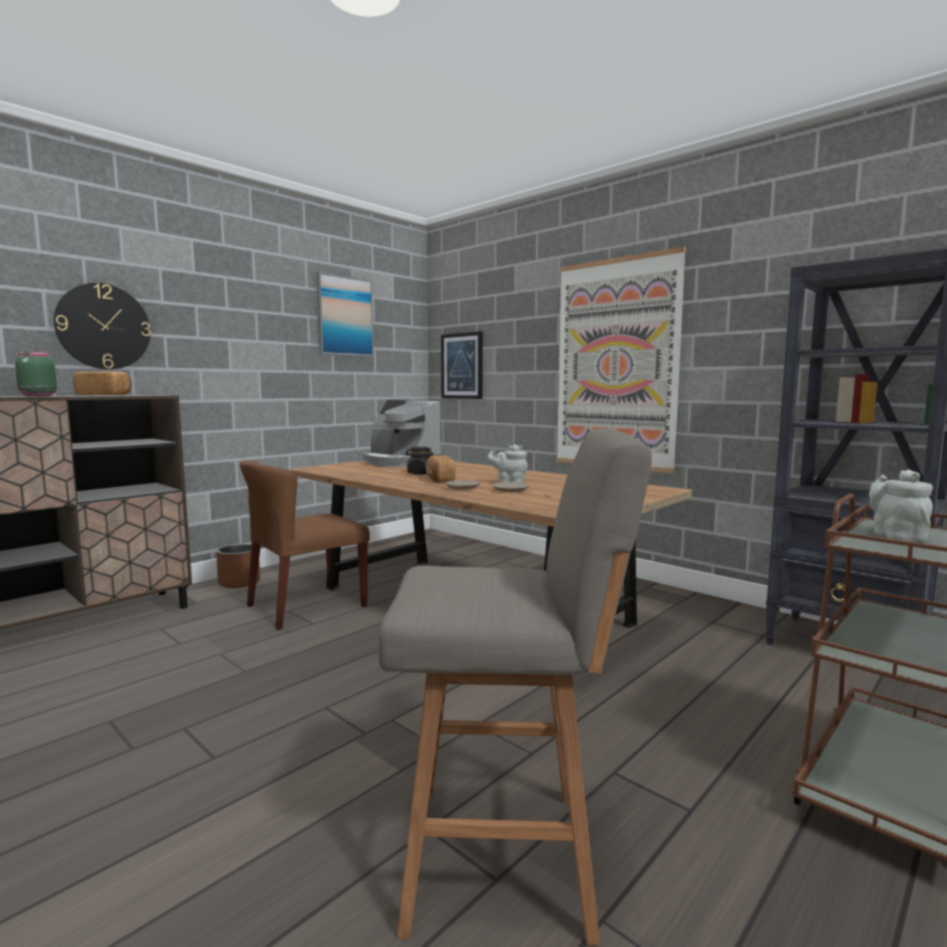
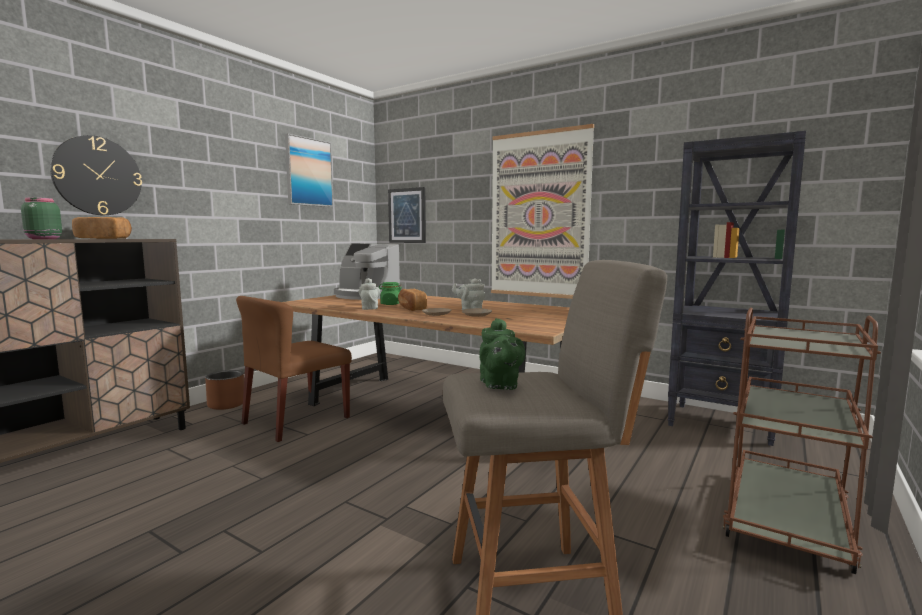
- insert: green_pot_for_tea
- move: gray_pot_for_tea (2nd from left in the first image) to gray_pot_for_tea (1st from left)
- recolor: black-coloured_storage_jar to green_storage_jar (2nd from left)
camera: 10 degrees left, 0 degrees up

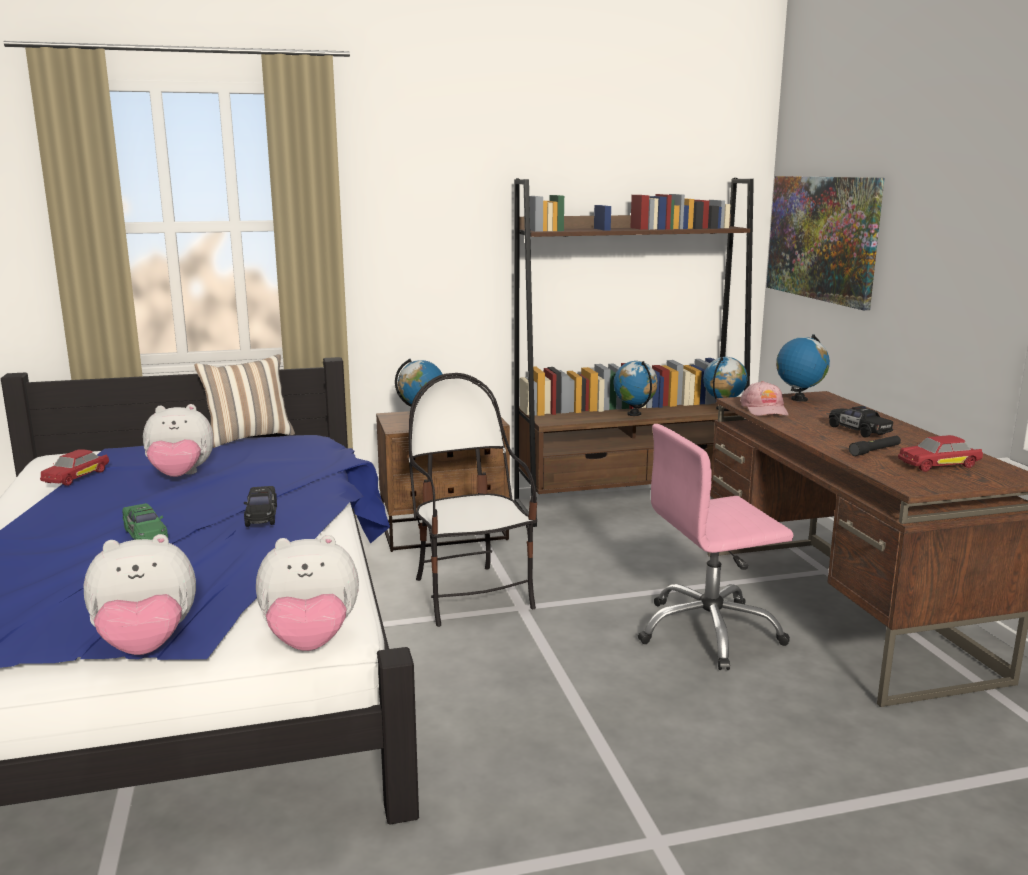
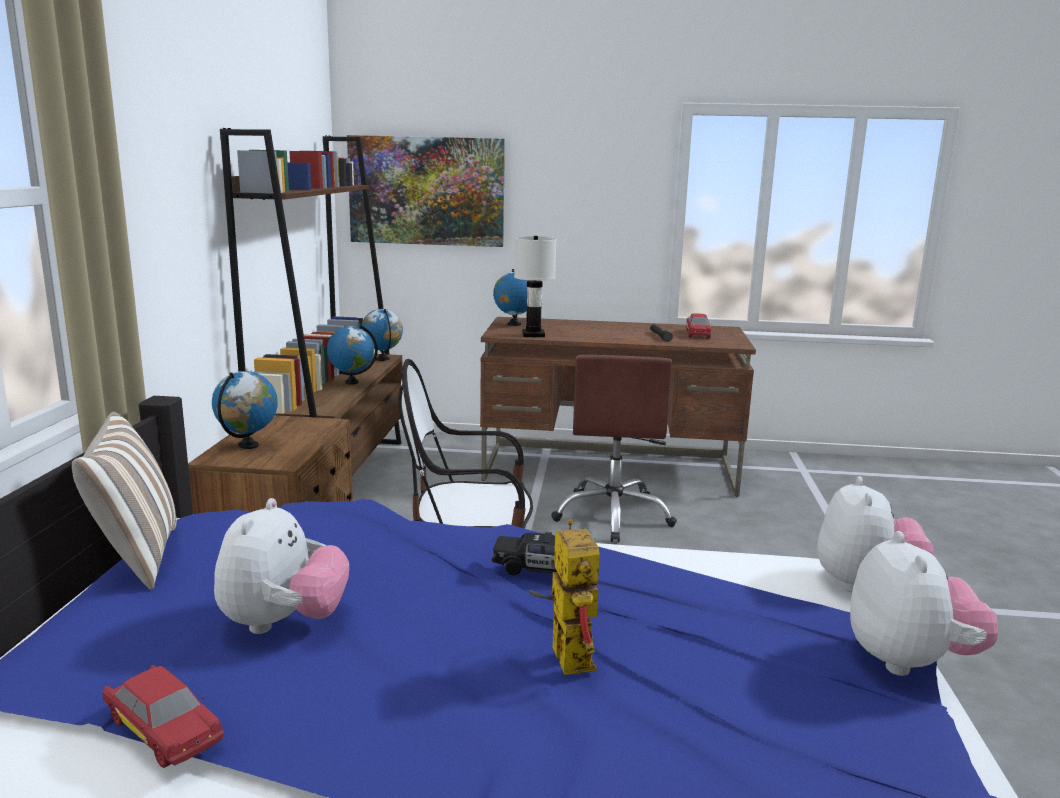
- delete: black-coloured_toy_car (2nd from left)
- replace: green_toy_car to toy_robot
- replace: pink-coloured_cap to white-coloured_lamp_for_a_table
- recolor: pink-coloured_desk_chair to brown_desk_chair
camera: 70 degrees left, 0 degrees up

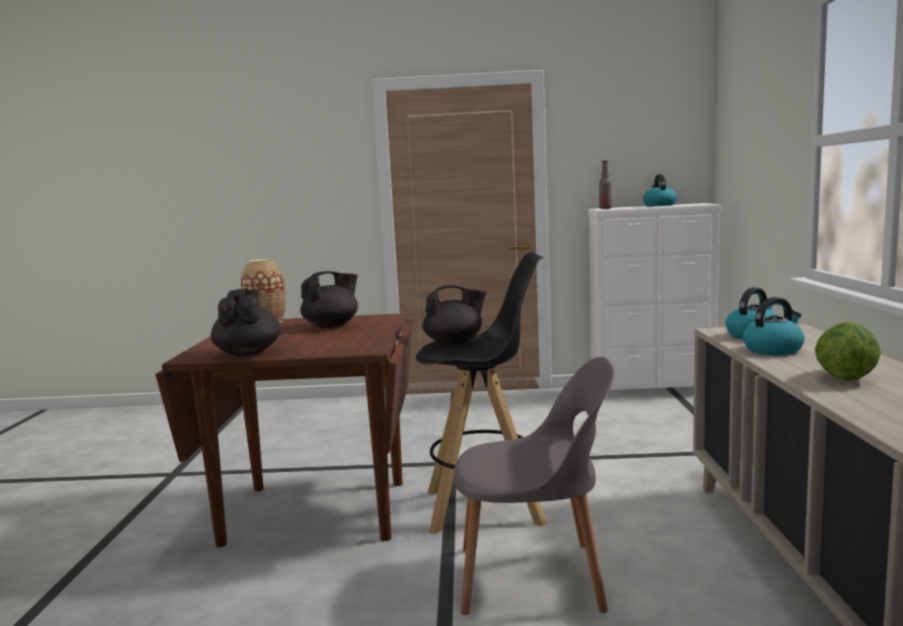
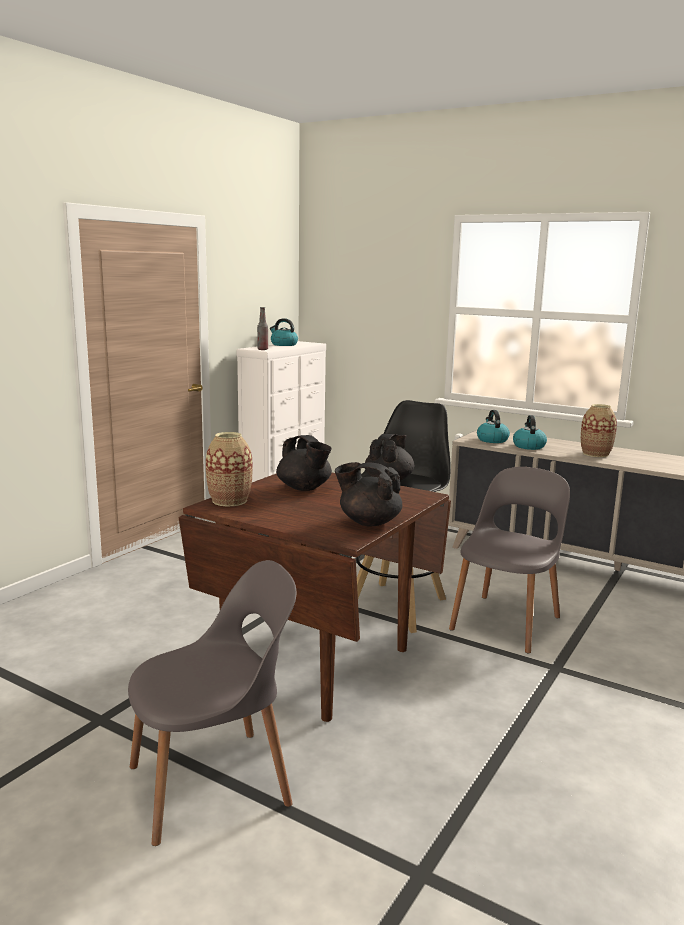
- insert: gray_chair (1st from left)
- replace: head_of_lettuce to decorative_vase (2nd from left)
- rotate: black-coloured_pot_for_tea (2nd from left in the first image) 150 degrees clockwise
camera: 60 degrees left, 5 degrees up

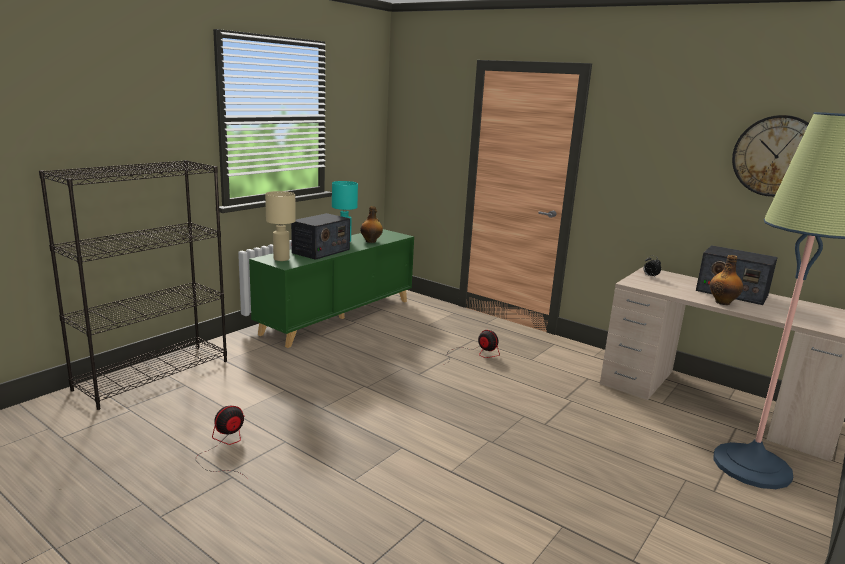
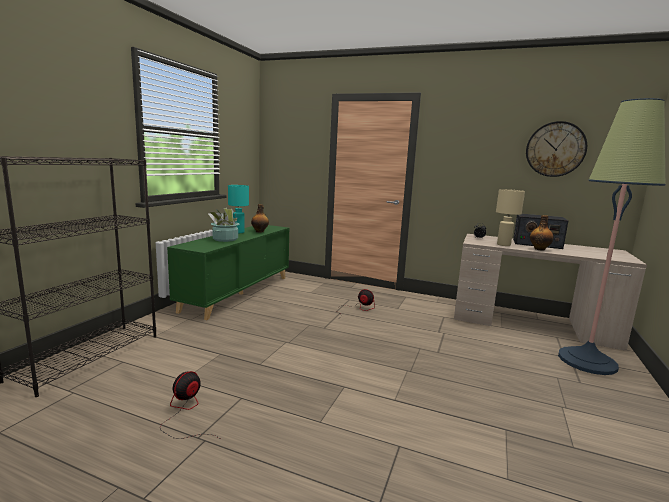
- move: beige_lamp_for_a_table
- replace: radio_receiver (1st from left) to plant_in_a_pot
camera: 15 degrees left, 5 degrees down

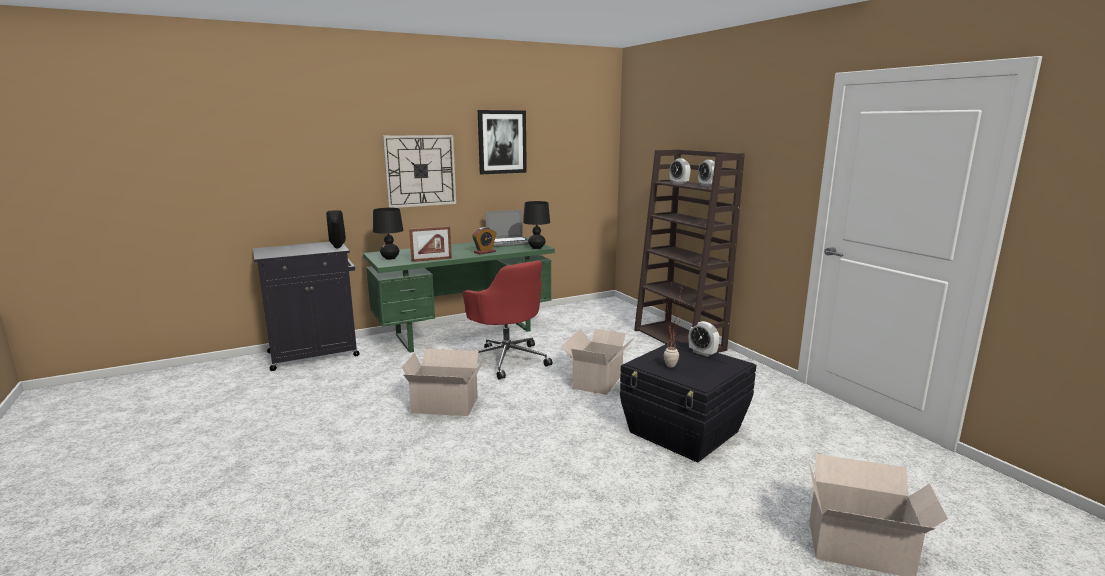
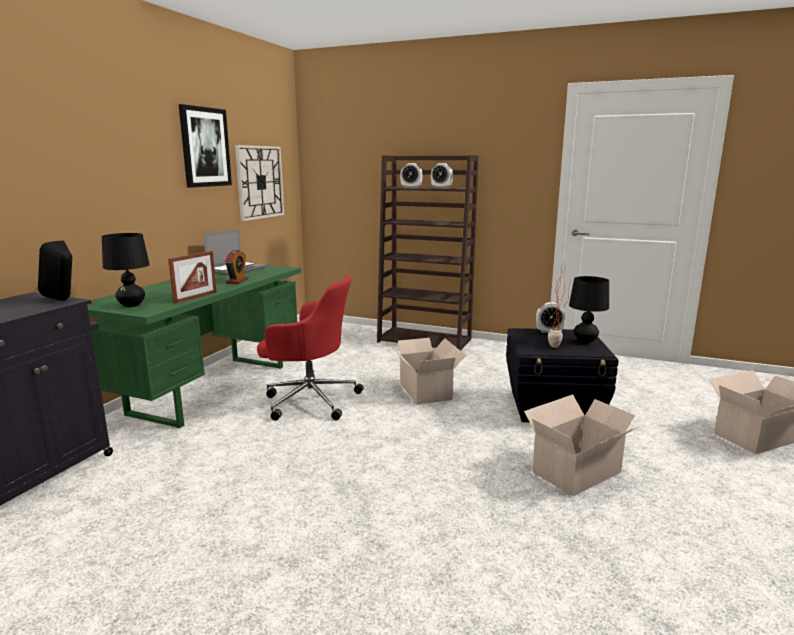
- move: hanging_clock
- move: packing_box (1st from left in the first image) to packing_box (2nd from left)
- move: black-coloured_lamp_for_a_table (2nd from left)
camera: 40 degrees left, 0 degrees up

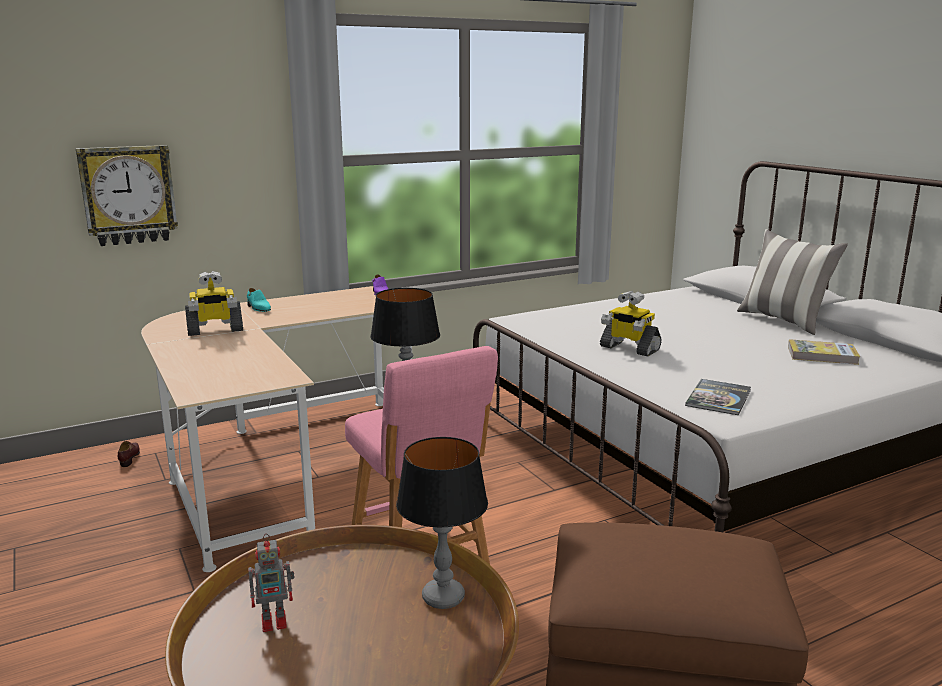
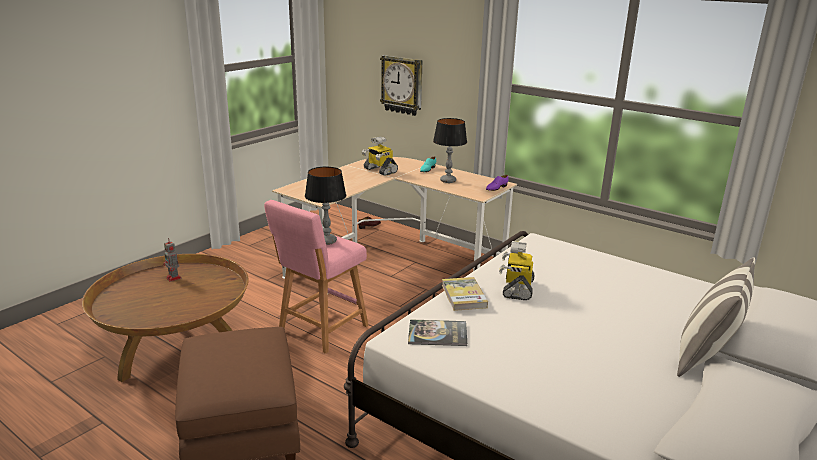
- move: lamp_for_a_table (2nd from left)
- move: bound_book (2nd from left)
camera: 65 degrees right, 5 degrees up

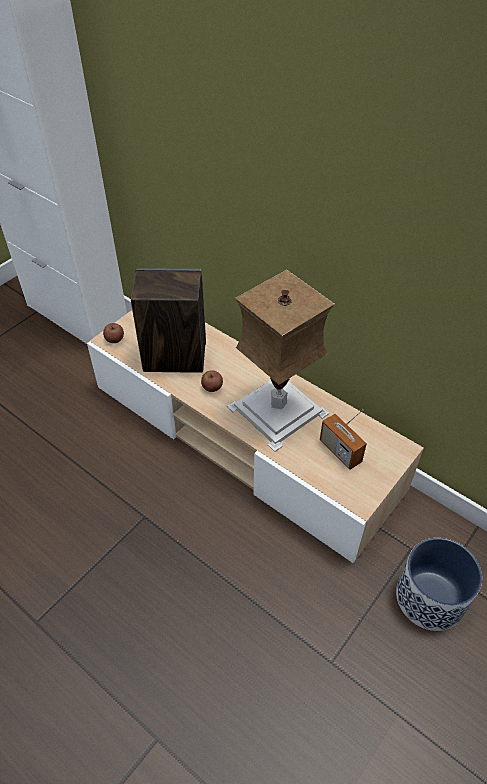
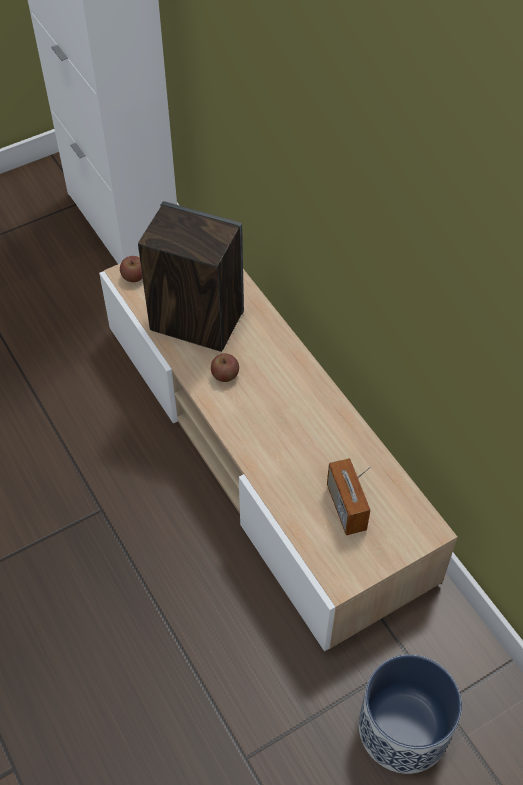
- delete: lamp_for_a_table
camera: 20 degrees right, 5 degrees up

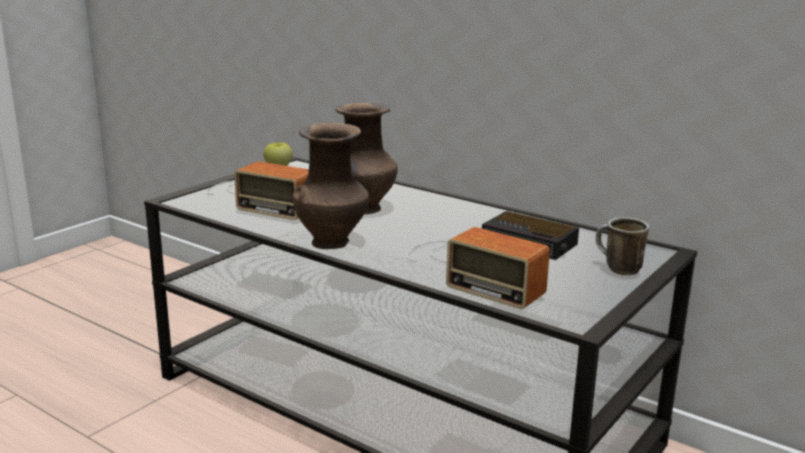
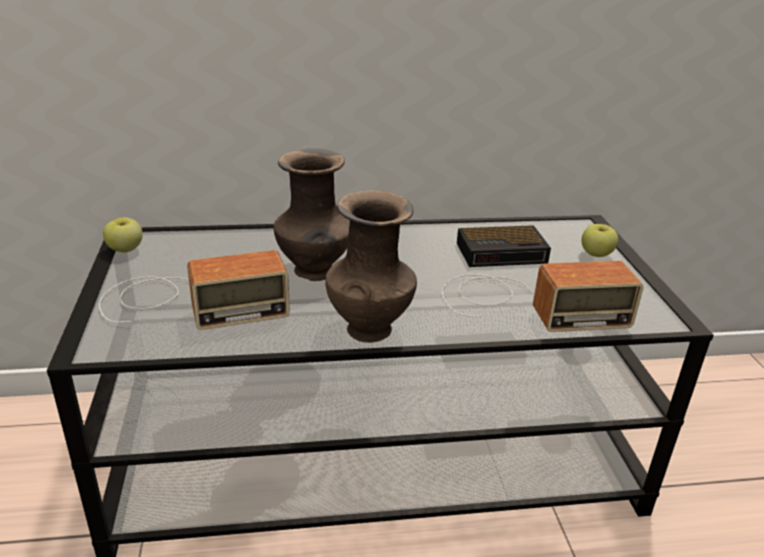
- replace: mug to apple_fruit (2nd from left)
camera: 45 degrees left, 10 degrees up

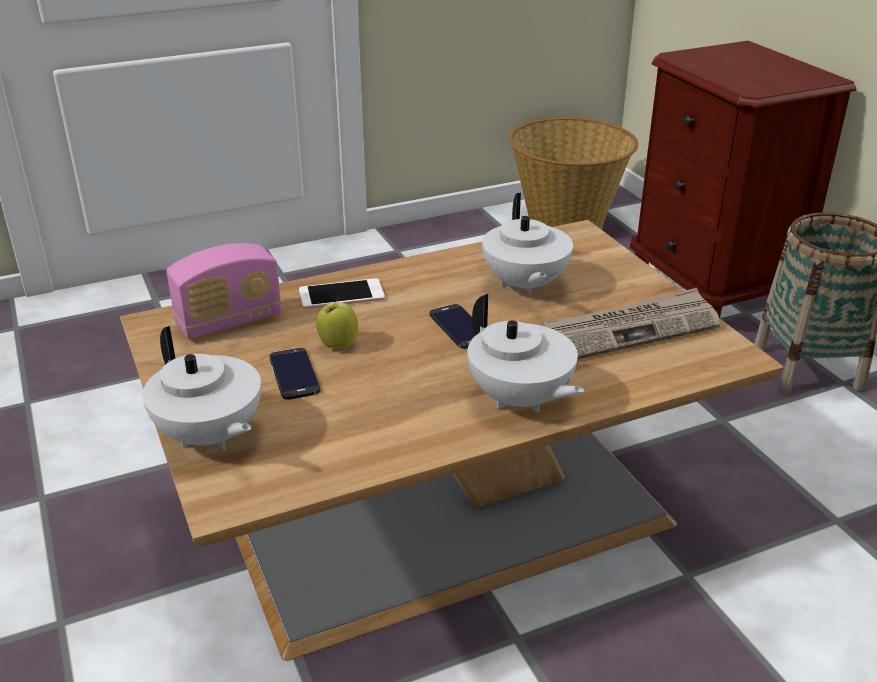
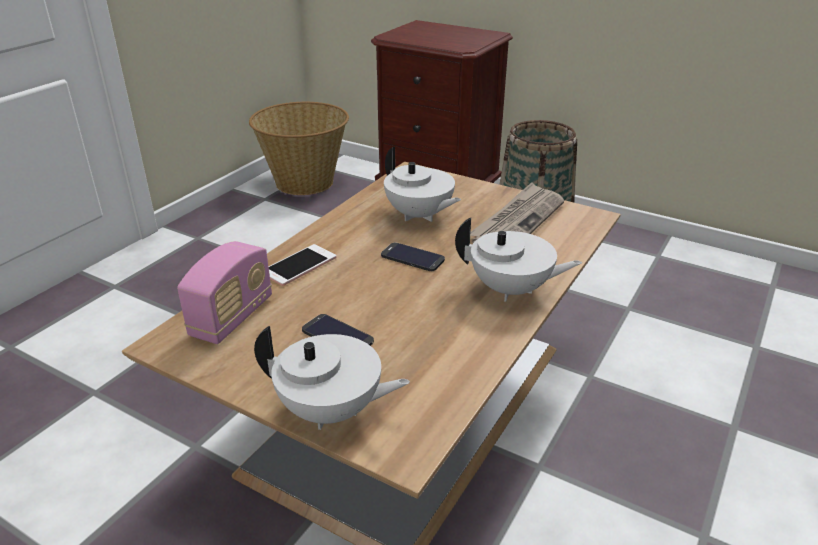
- delete: apple_fruit
camera: 35 degrees left, 0 degrees up

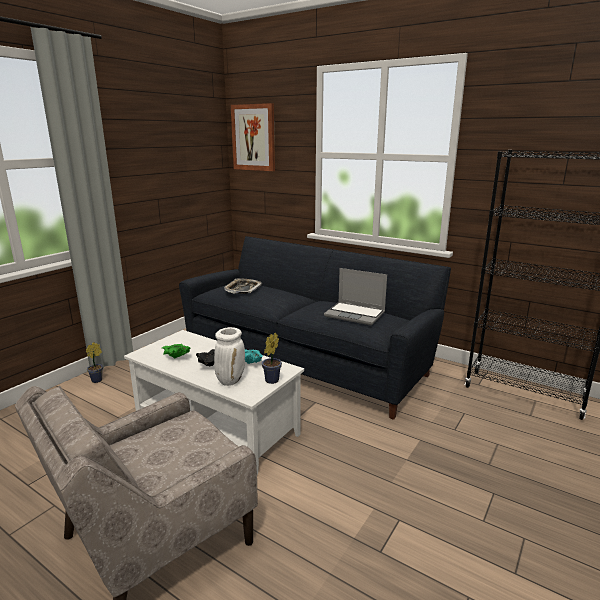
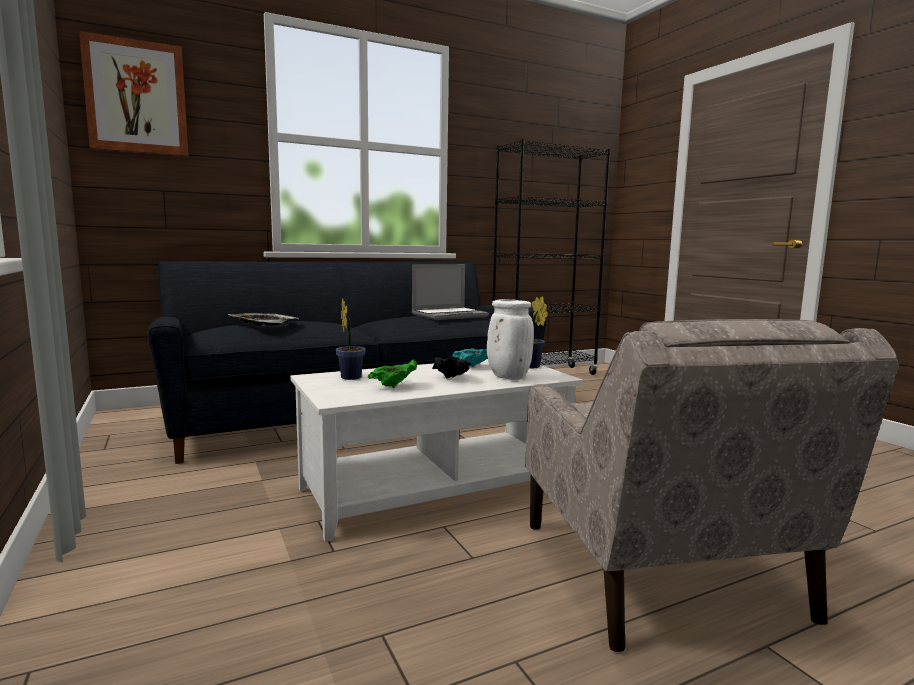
- move: plant_in_a_pot (1st from left)
camera: 60 degrees left, 10 degrees down

